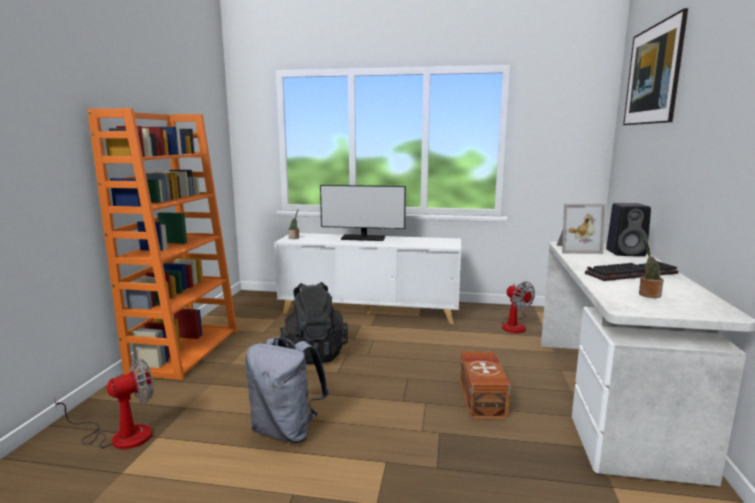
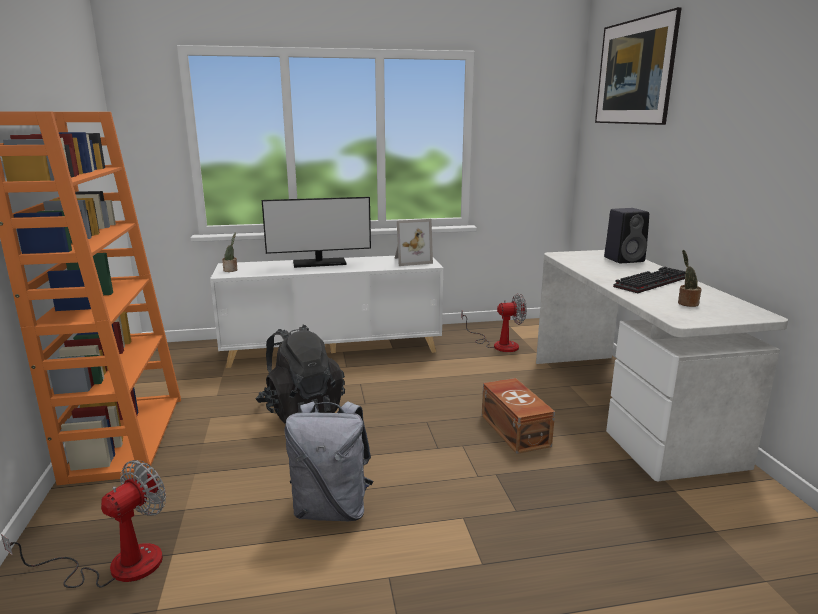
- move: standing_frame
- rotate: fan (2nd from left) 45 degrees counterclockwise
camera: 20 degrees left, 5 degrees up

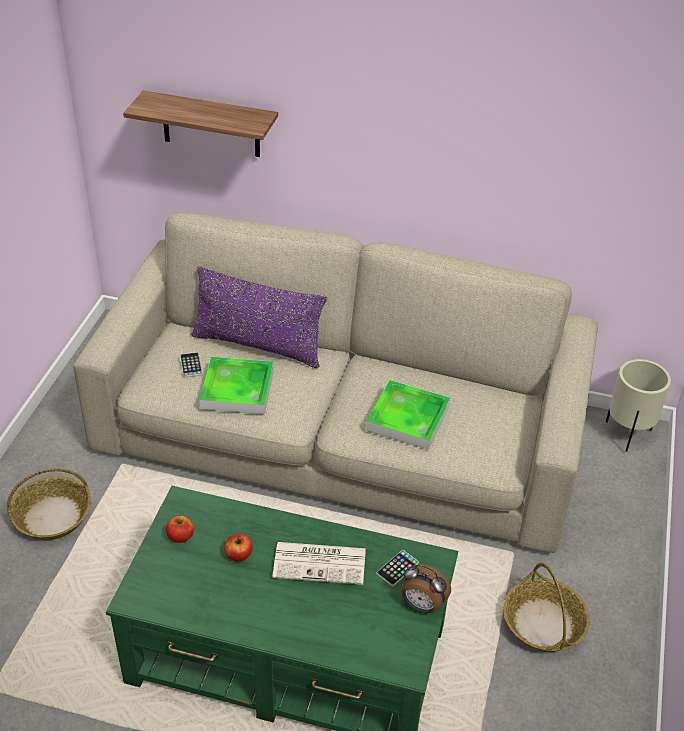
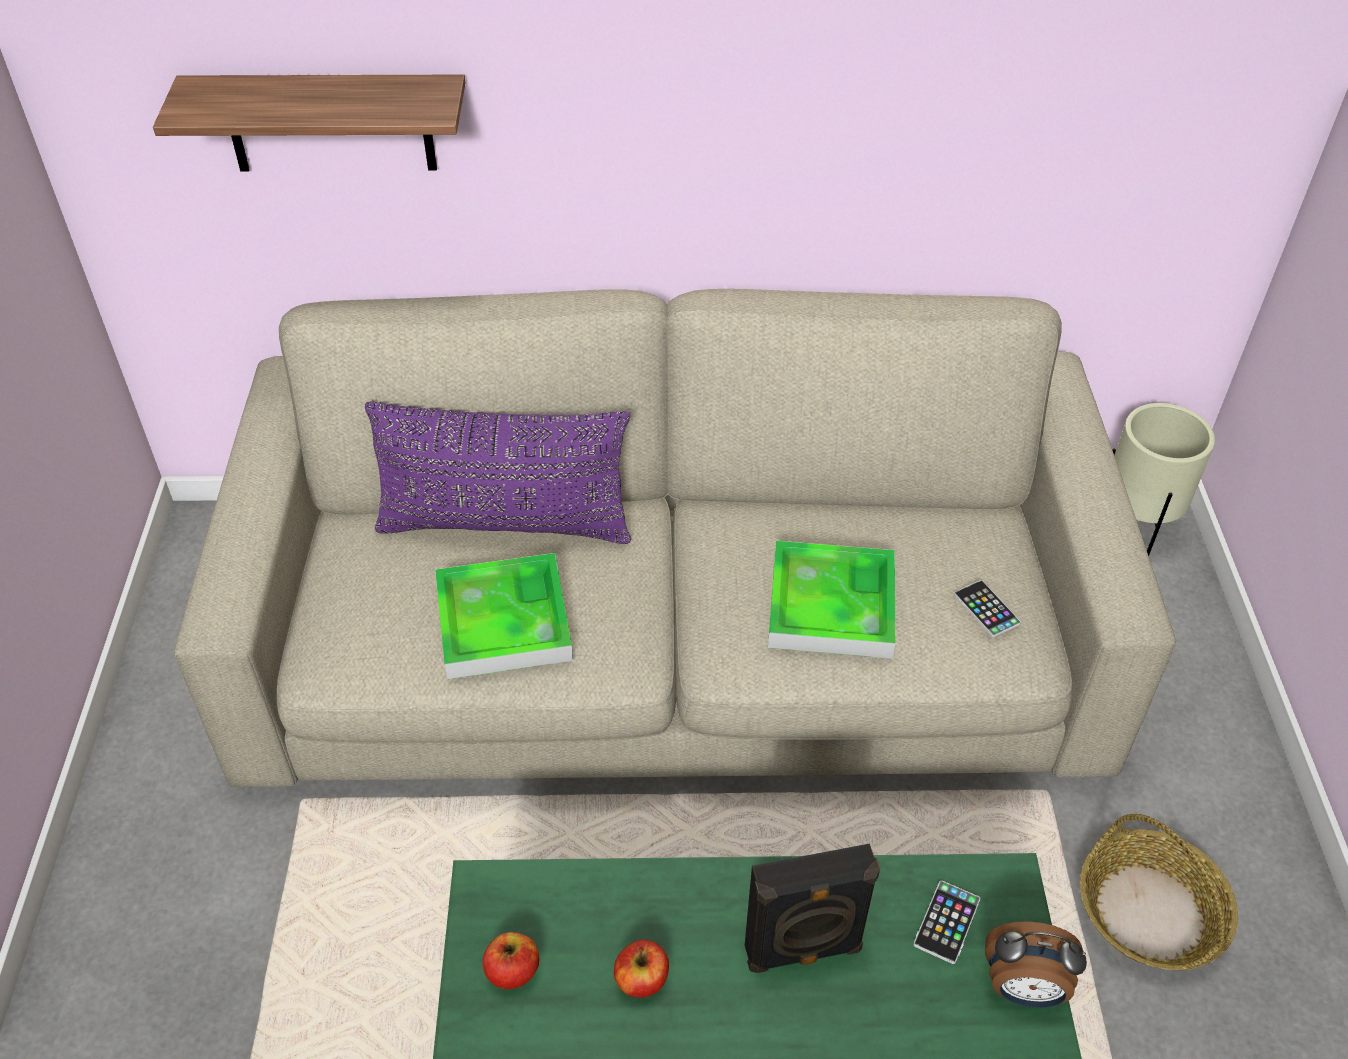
- delete: basket (1st from left)
- move: telephone (1st from left in the first image) to telephone (2nd from left)
- replace: printed_paper to black-coloured_speaker
camera: 15 degrees left, 5 degrees up

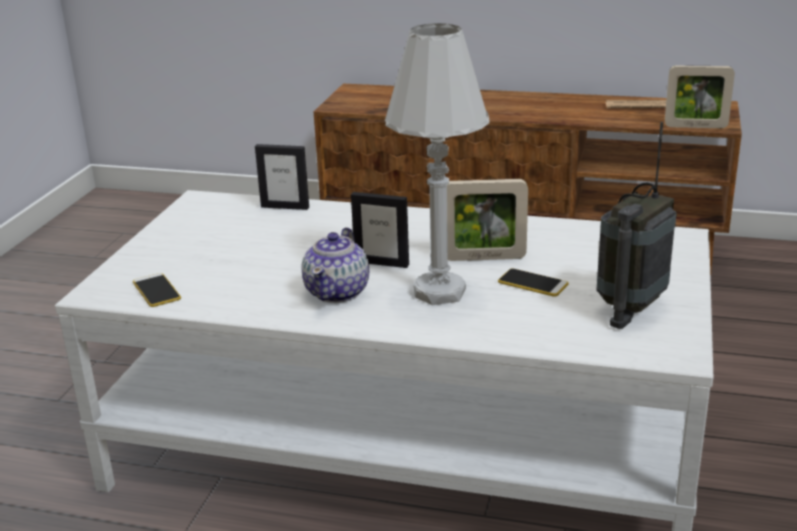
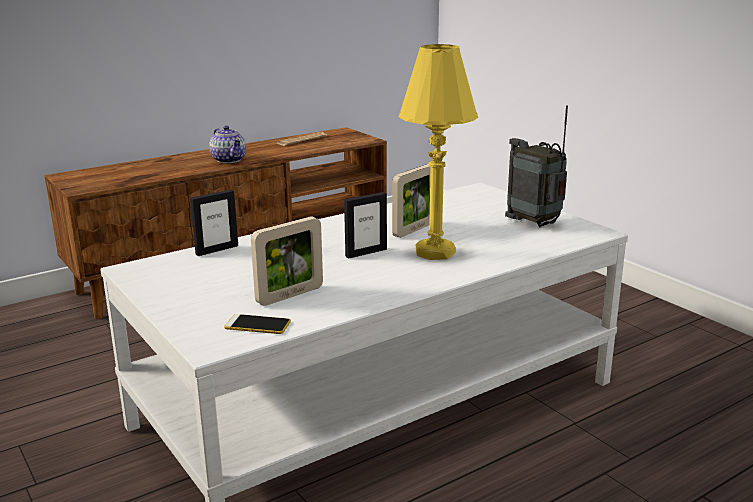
- delete: telephone (2nd from left)
- move: pot_for_tea
- move: standing_frame (4th from left in the first image) to standing_frame (2nd from left)
- recolor: white-coloured_lamp_for_a_table to yellow_lamp_for_a_table
- rotate: radio_receiver 150 degrees clockwise
camera: 50 degrees left, 5 degrees down

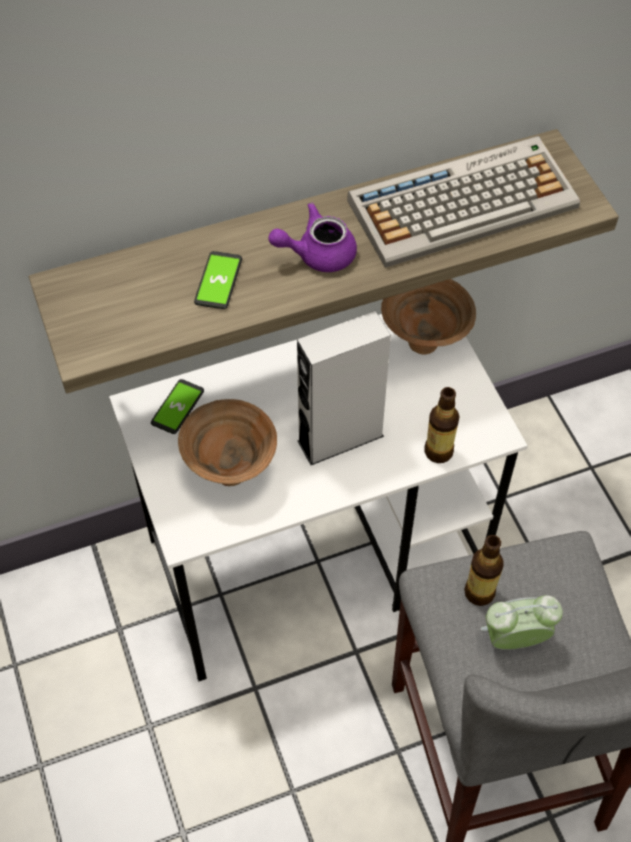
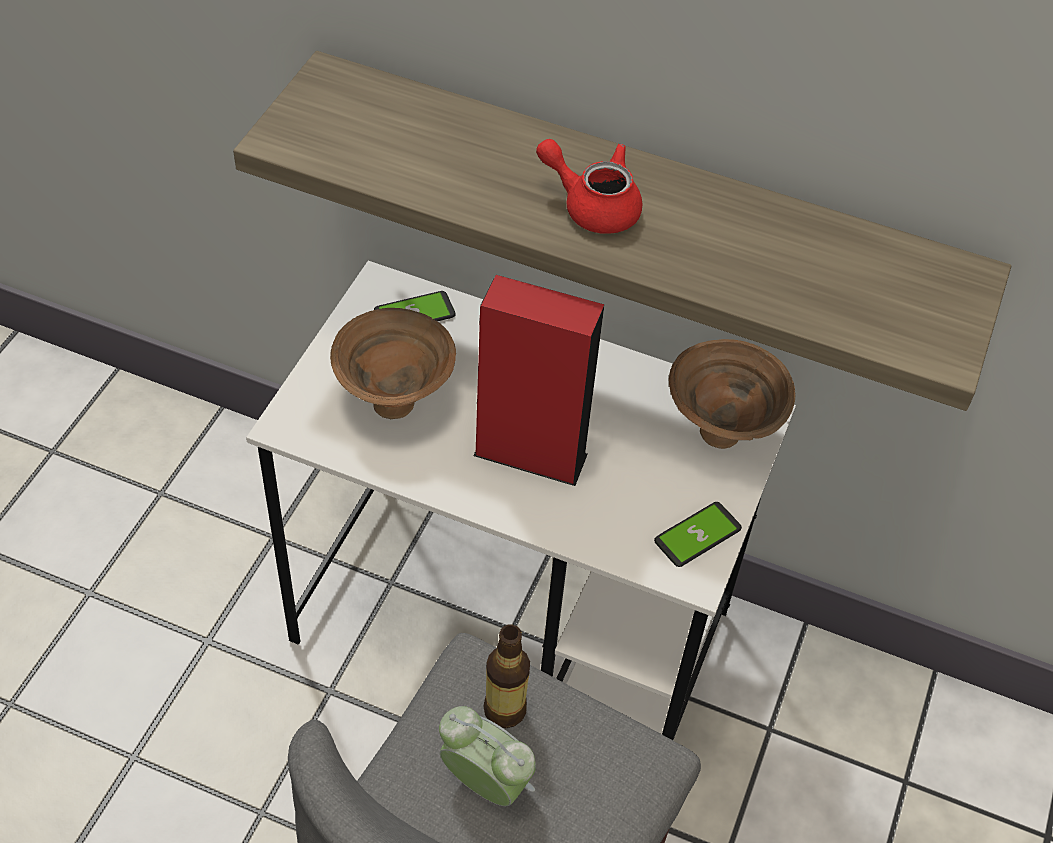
- delete: PC_keyboard
- delete: bottle (1st from left)
- move: telephone (2nd from left)
- recolor: purple-coloured_pot_for_tea to red_pot_for_tea
- recolor: gray_speaker to red_speaker
camera: 40 degrees right, 5 degrees down

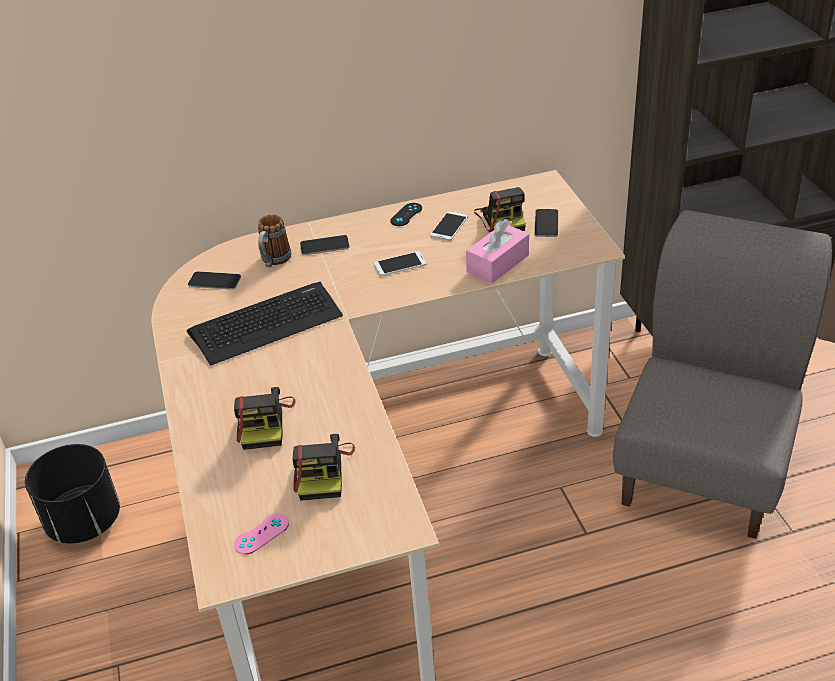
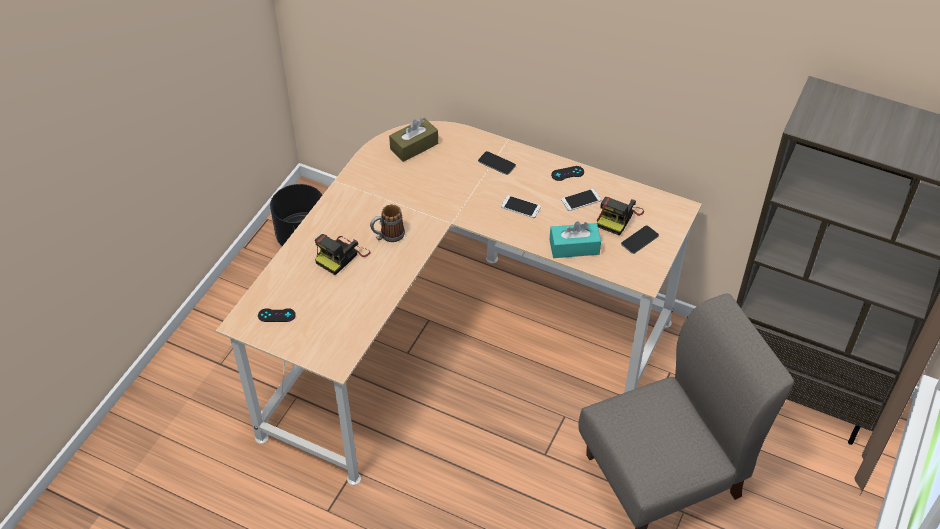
- delete: PC_keyboard
- delete: photo_camera (2nd from left)
- move: mug
- replace: telephone (1st from left) to brown_tissue_holder
- recolor: pink-coloured_game_controller to black-coloured_game_controller (1st from left)
- recolor: pink-coloured_tissue_holder to blue-green_tissue_holder
camera: 40 degrees right, 10 degrees up

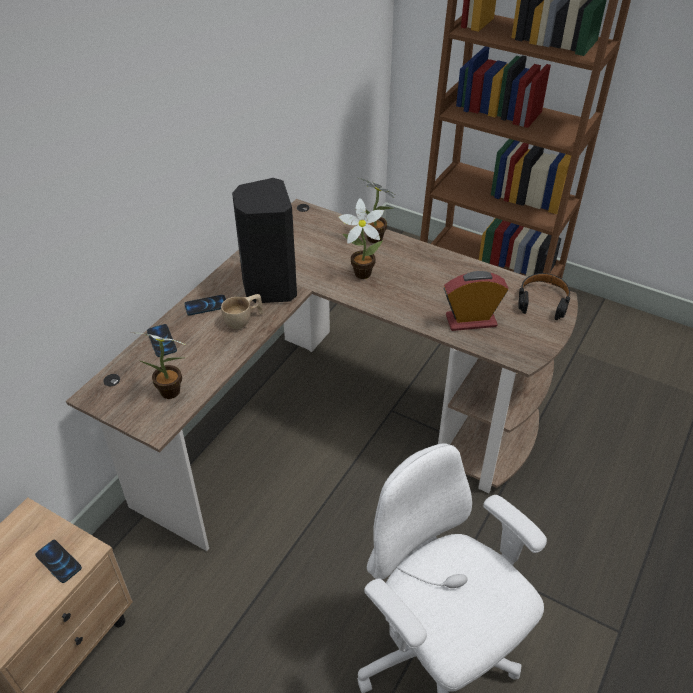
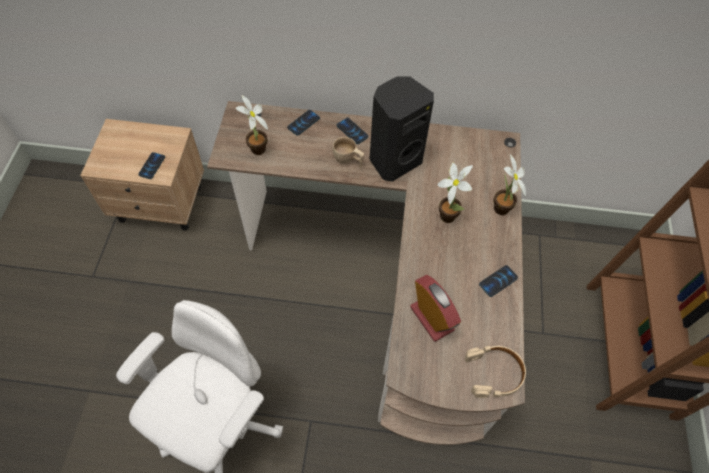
- insert: telephone (4th from left)
- recolor: black-coloured_headset to beige_headset
camera: 65 degrees right, 15 degrees up

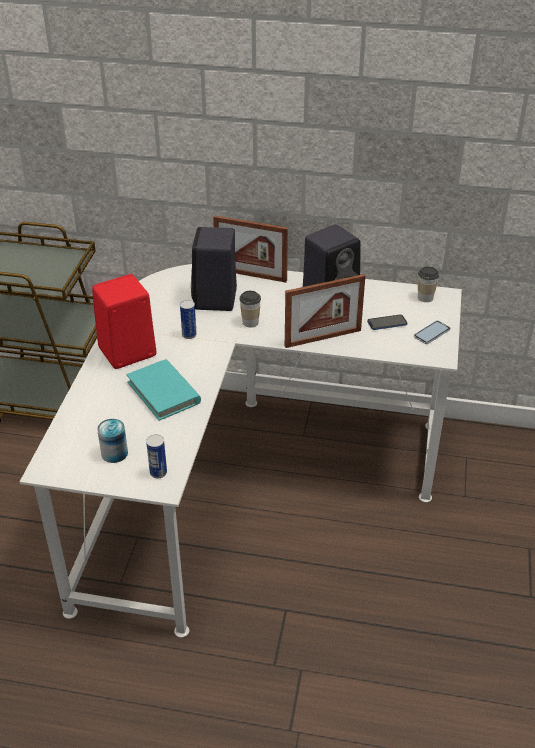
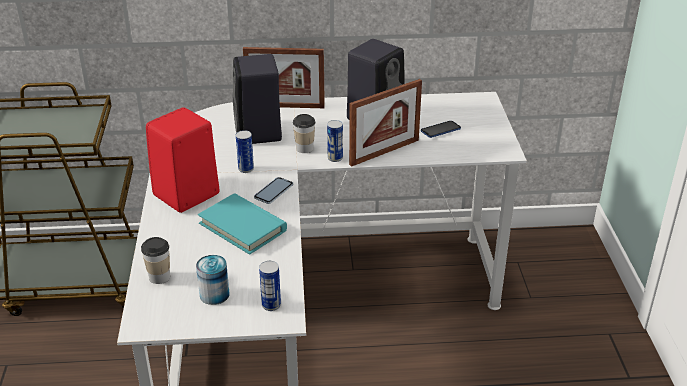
- insert: sealed_can (4th from left)
- move: telephone (2nd from left in the first image) to telephone (1st from left)
- move: small_cup (2nd from left in the first image) to small_cup (1st from left)
camera: 15 degrees left, 5 degrees down

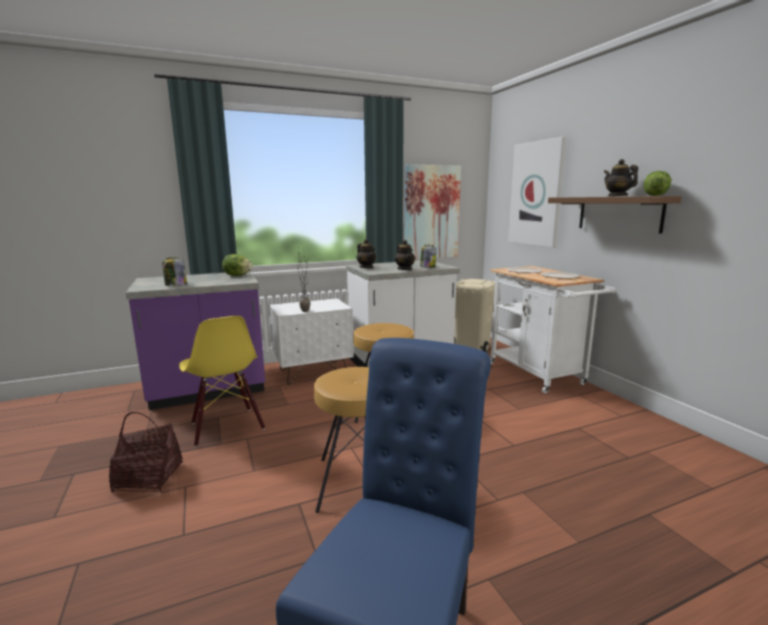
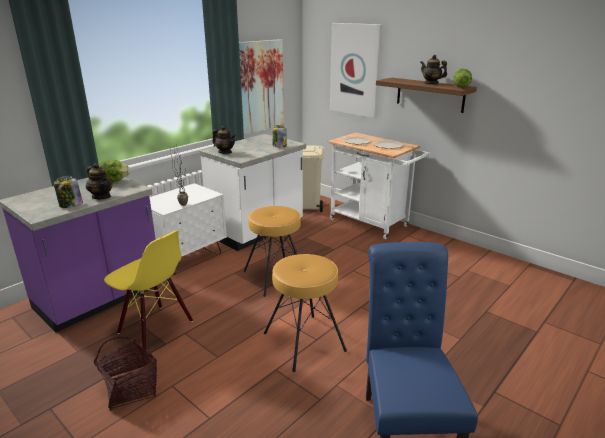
- move: pot_for_tea (2nd from left in the first image) to pot_for_tea (1st from left)
camera: 25 degrees left, 10 degrees up

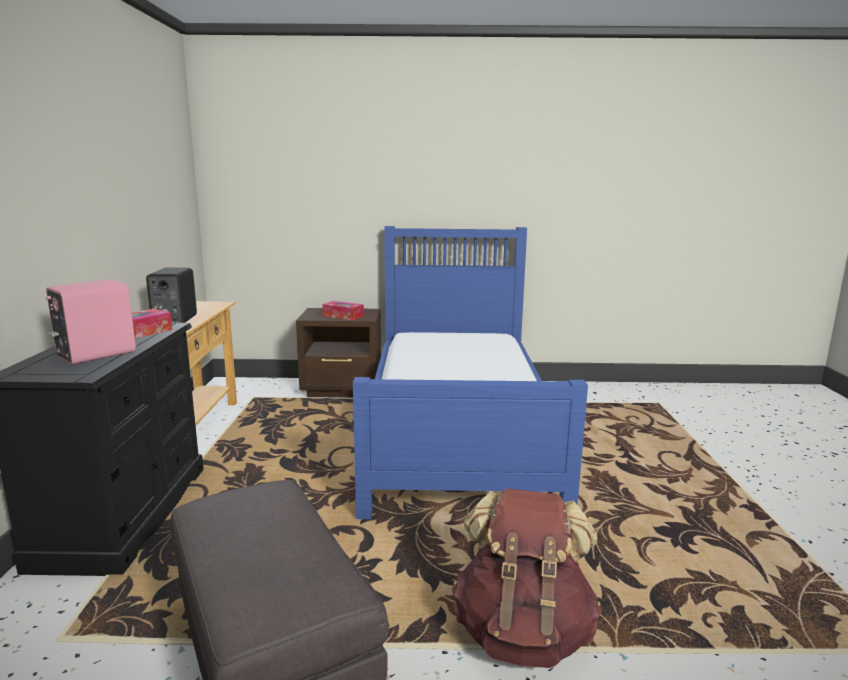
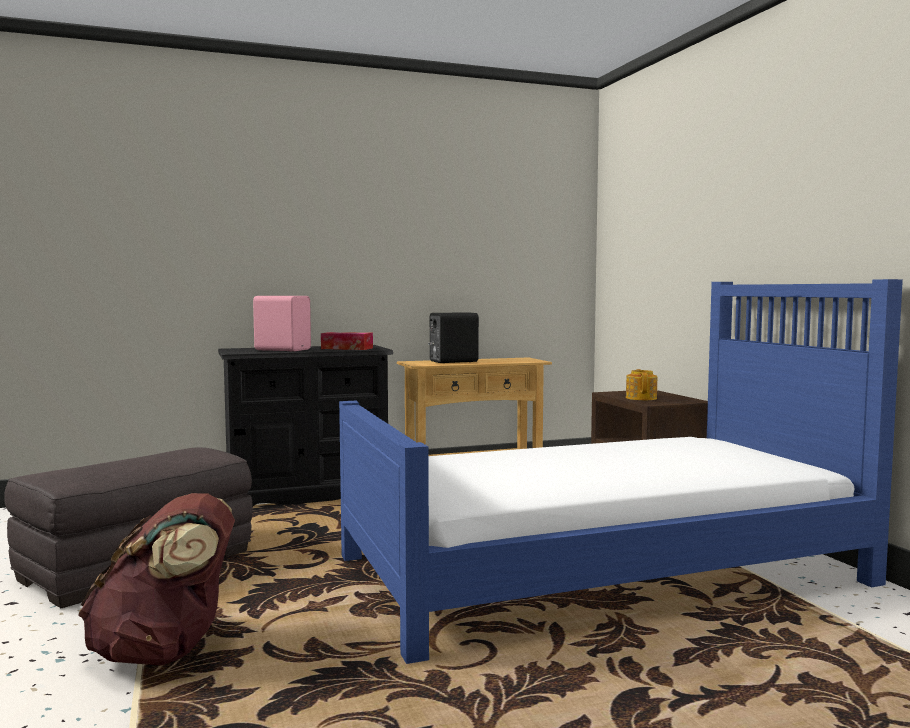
- replace: tissue_holder (2nd from left) to pot_for_tea
camera: 70 degrees right, 10 degrees down

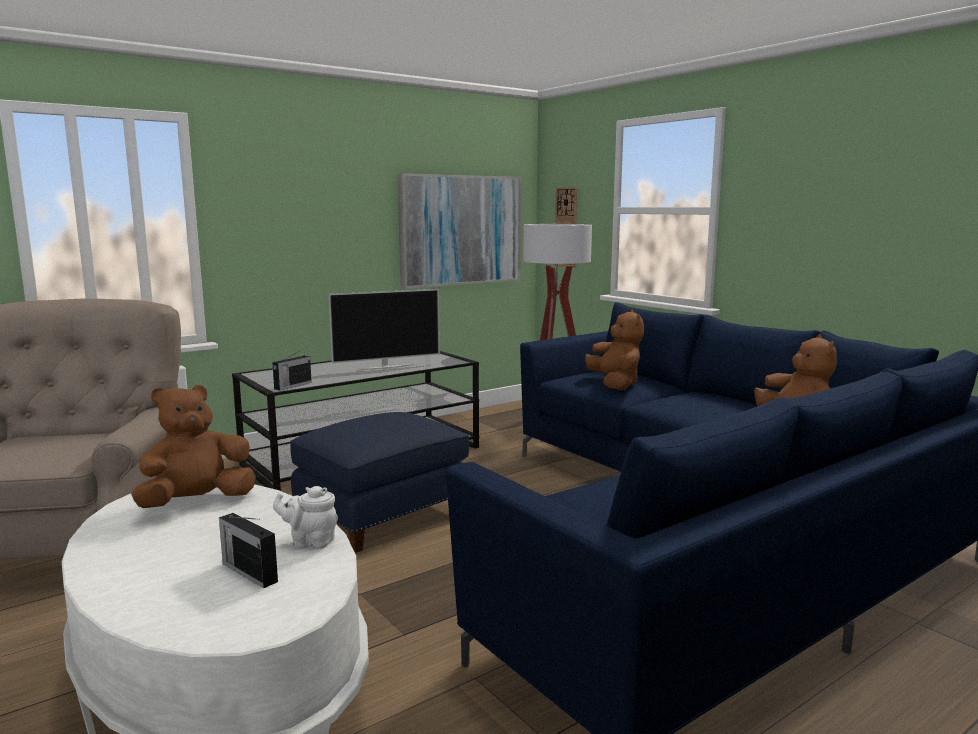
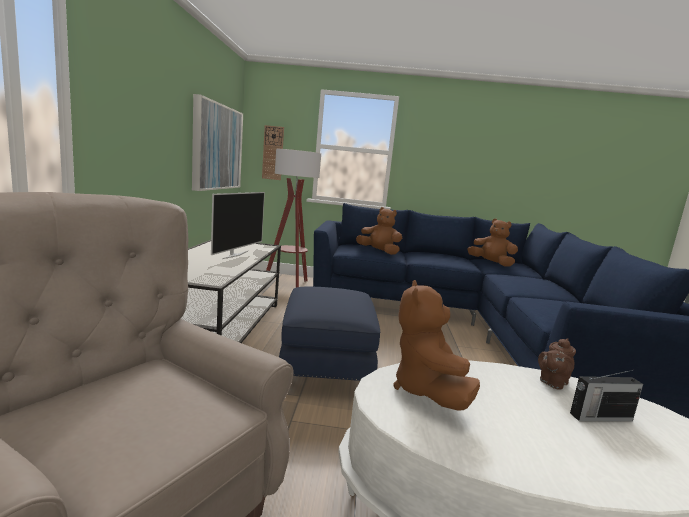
- delete: radio_receiver (2nd from left)
- recolor: white-coloured_pot_for_tea to brown_pot_for_tea
camera: 50 degrees left, 0 degrees up

